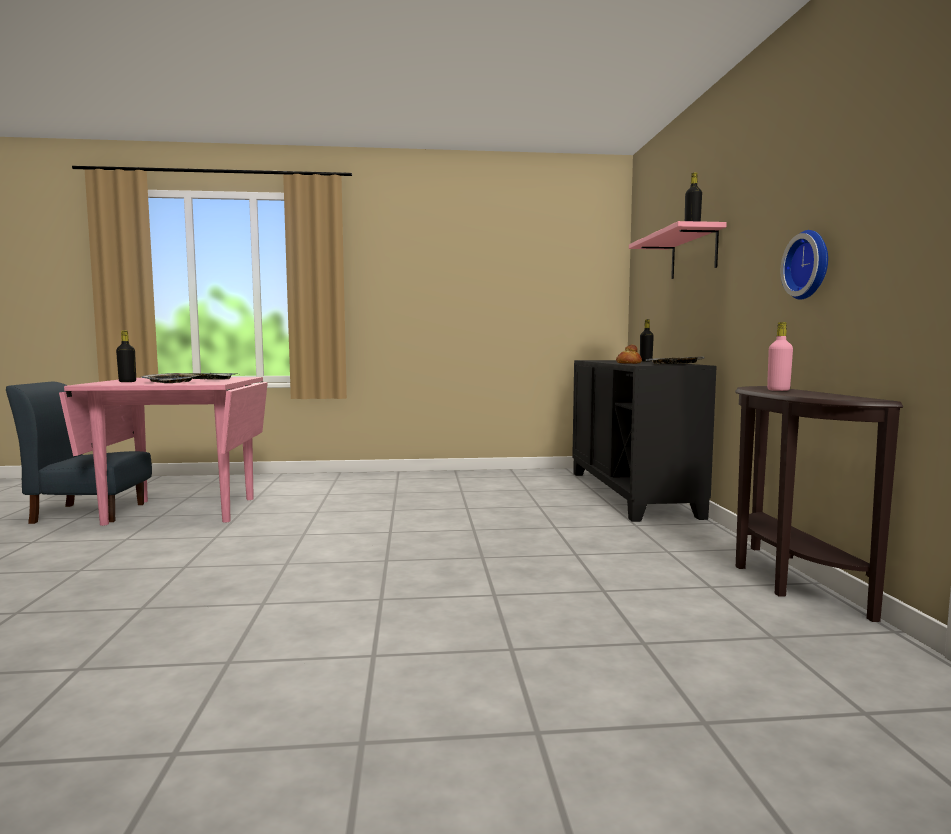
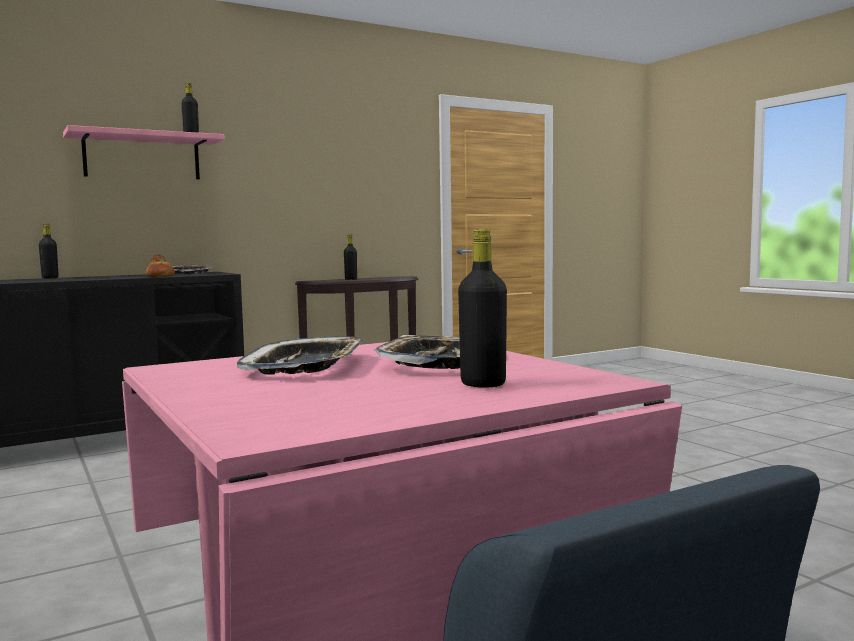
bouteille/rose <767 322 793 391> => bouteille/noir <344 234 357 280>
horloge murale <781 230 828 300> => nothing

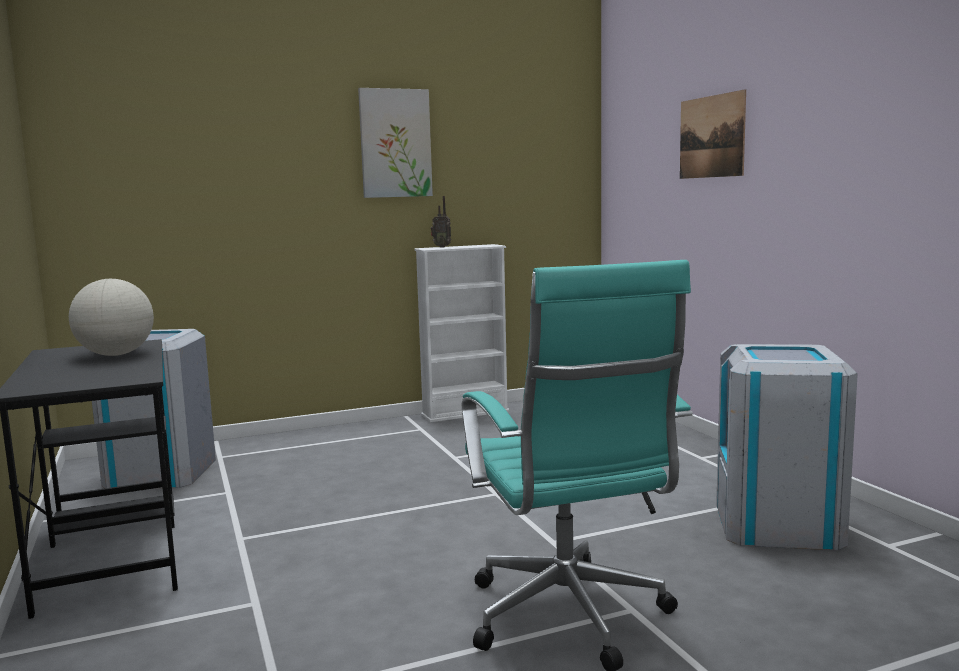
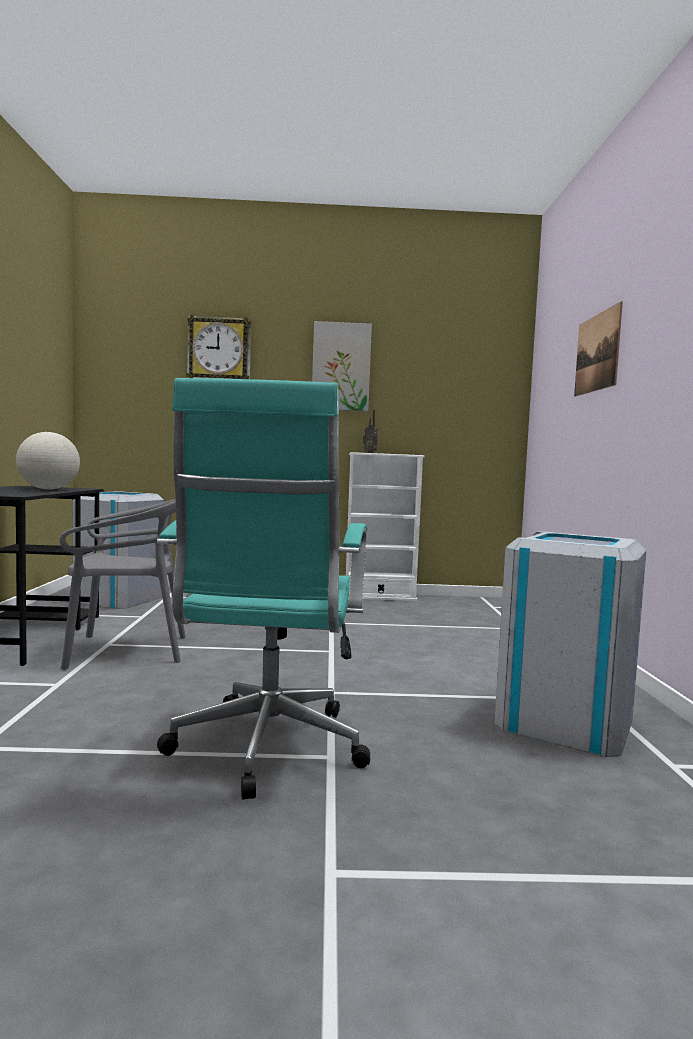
nothing => chaise/gris <60 499 186 670>
nothing => horloge murale <186 315 251 379>

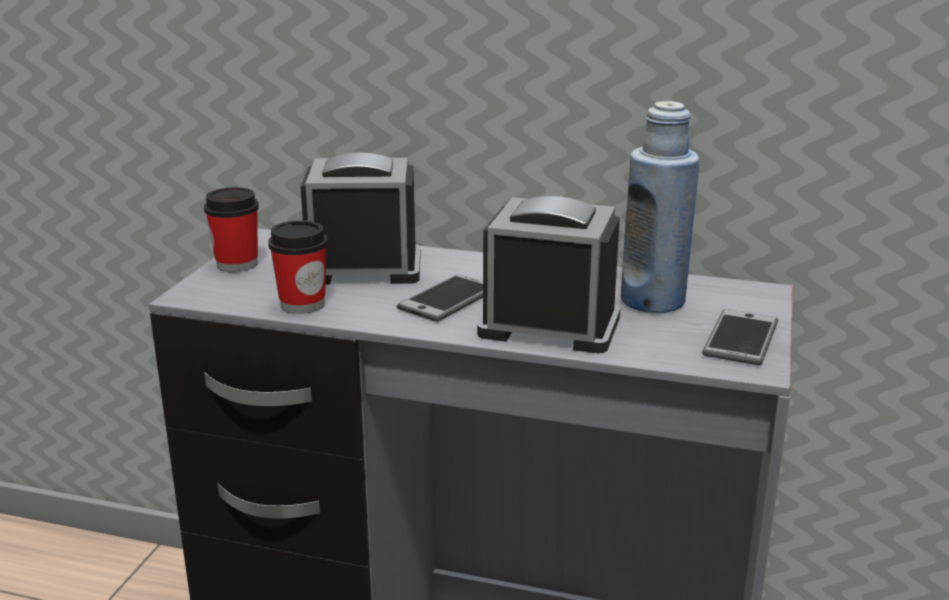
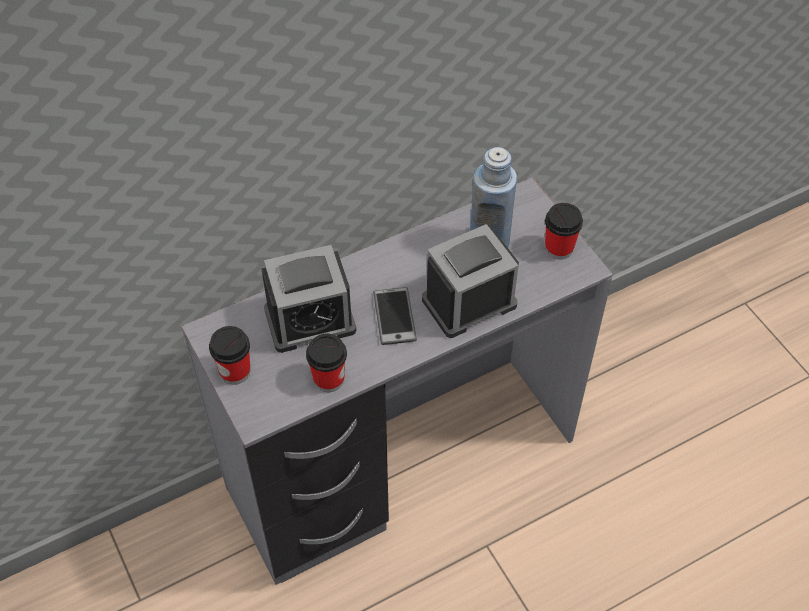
réveil <300 152 421 285> => réveil <261 245 356 353>, 150 degrees counterclockwise
téléphone <702 309 778 365> => tasse <545 203 583 260>

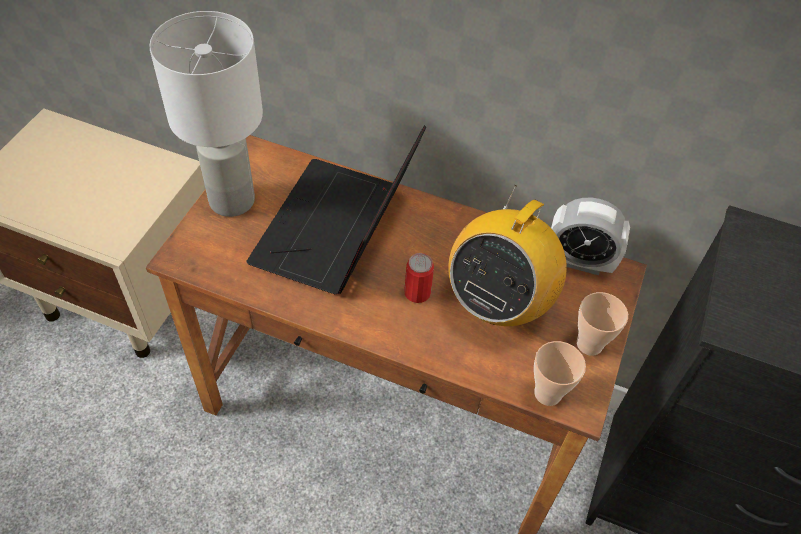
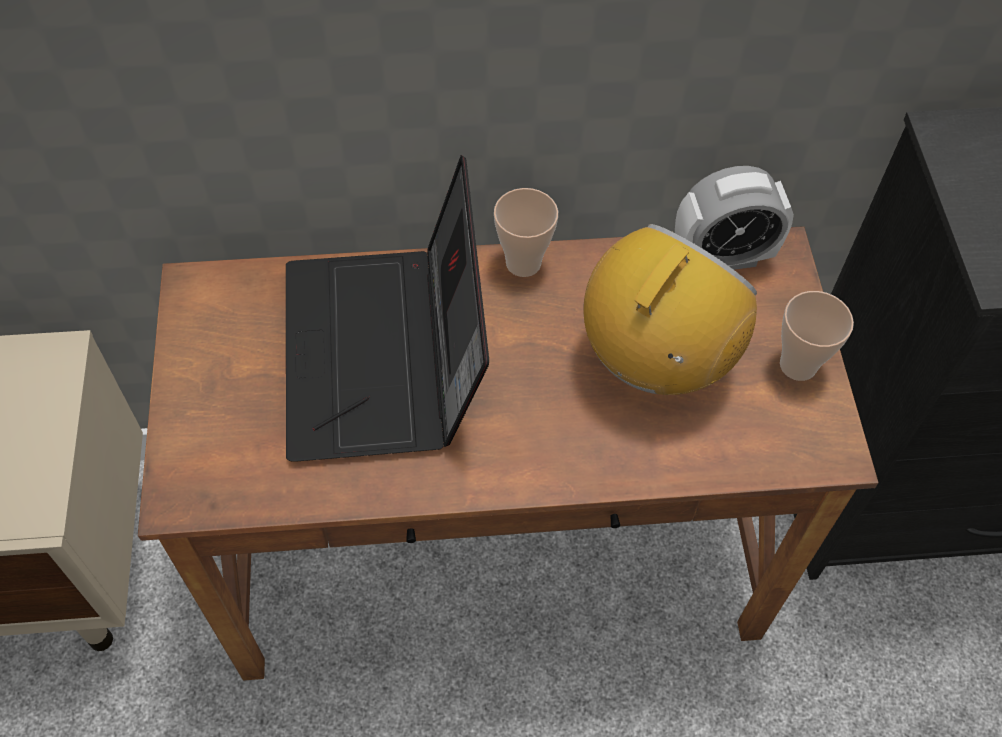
lampe de table/blanc <149 11 263 217> => nothing
boîte métallique <404 253 434 303> => nothing
radio <448 185 567 326> => radio <583 224 757 395>, 150 degrees counterclockwise
tasse <534 341 586 406> => tasse <494 188 558 277>, relocated

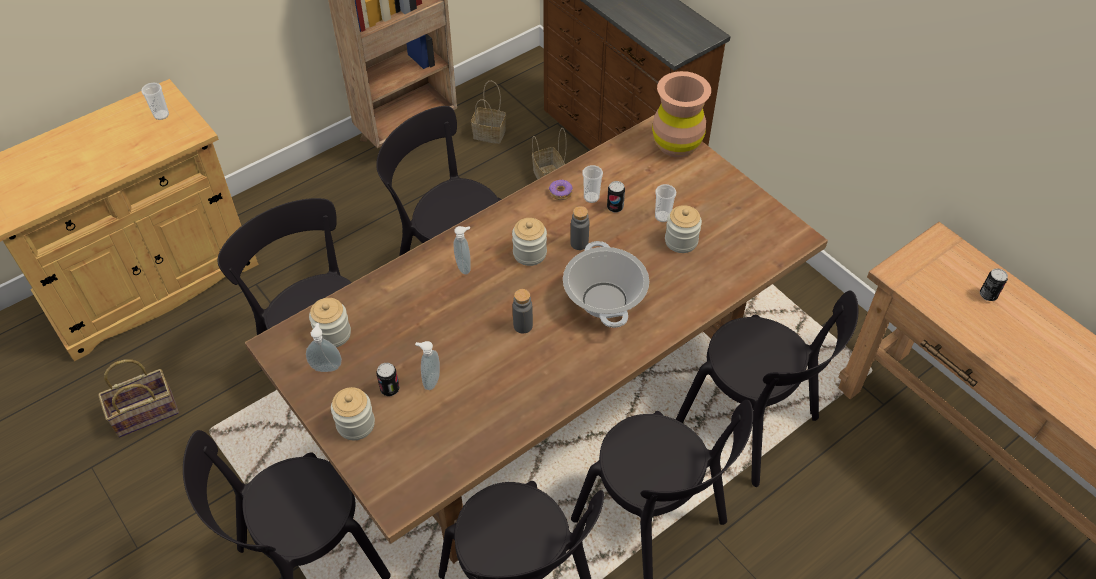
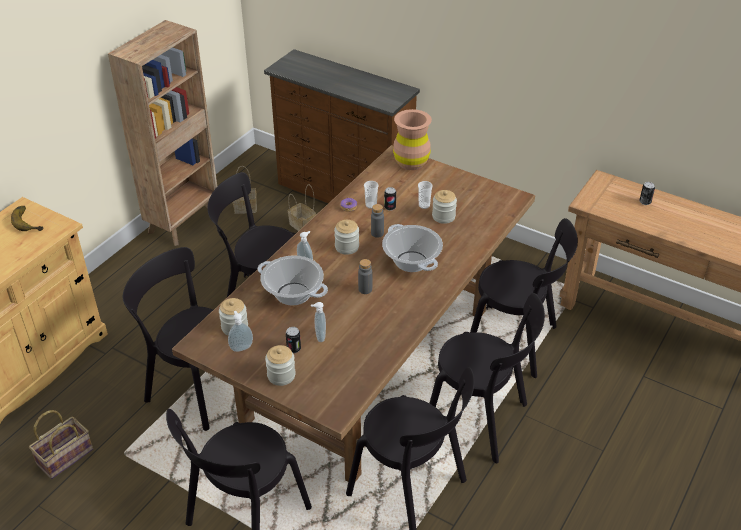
tasse <141 83 169 120> => banane <11 206 44 231>
nothing => marmite <258 255 328 305>

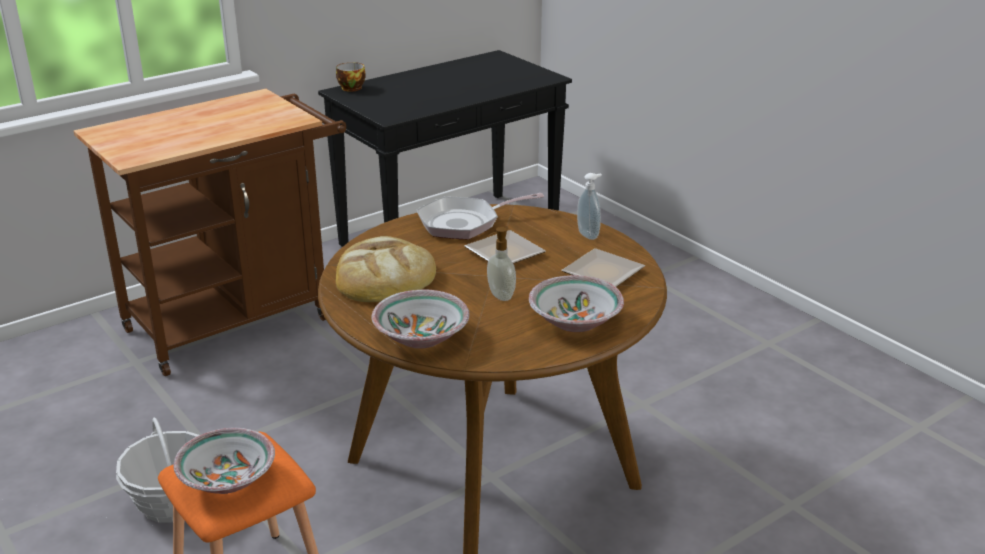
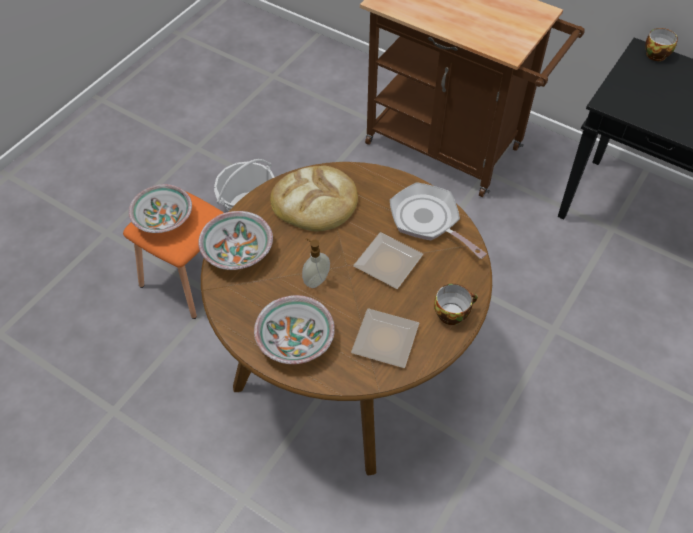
distributeur de savon <577 173 602 240> => tasse <434 284 478 325>

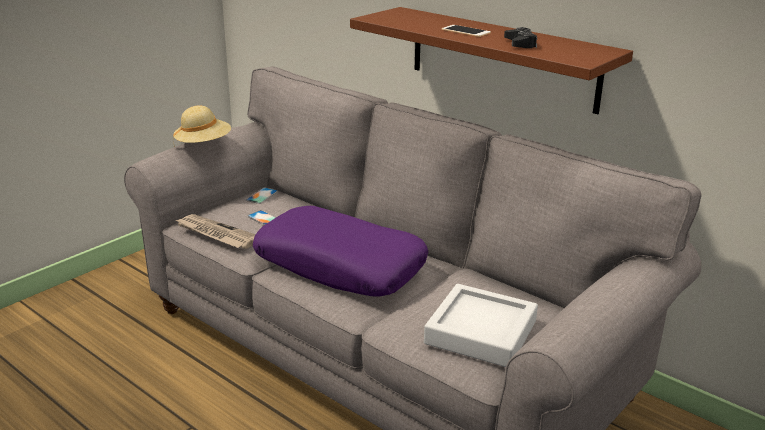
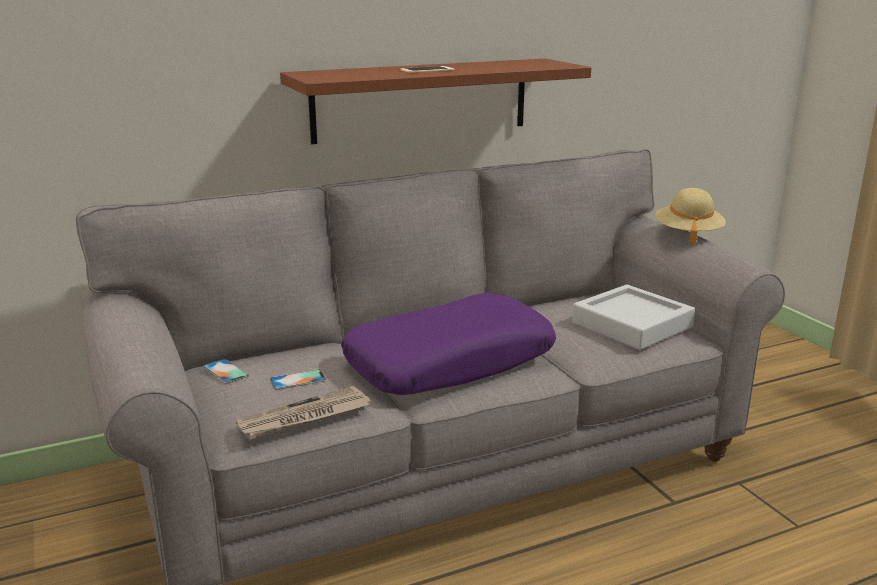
chapeau/beige <173 105 231 143> => chapeau/beige <655 188 726 246>, relocated
manette/noir <504 27 537 48> => nothing

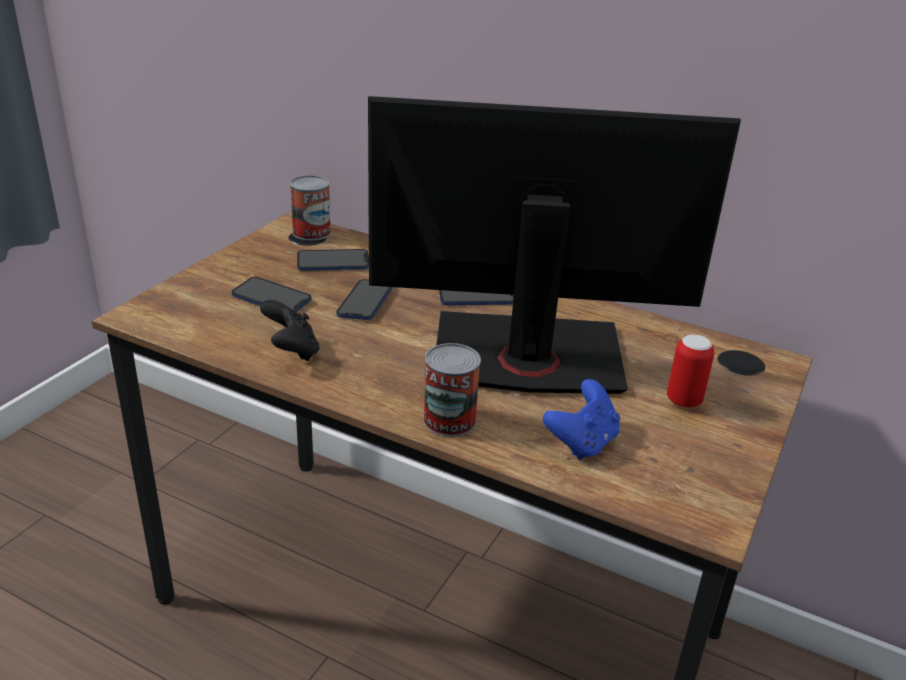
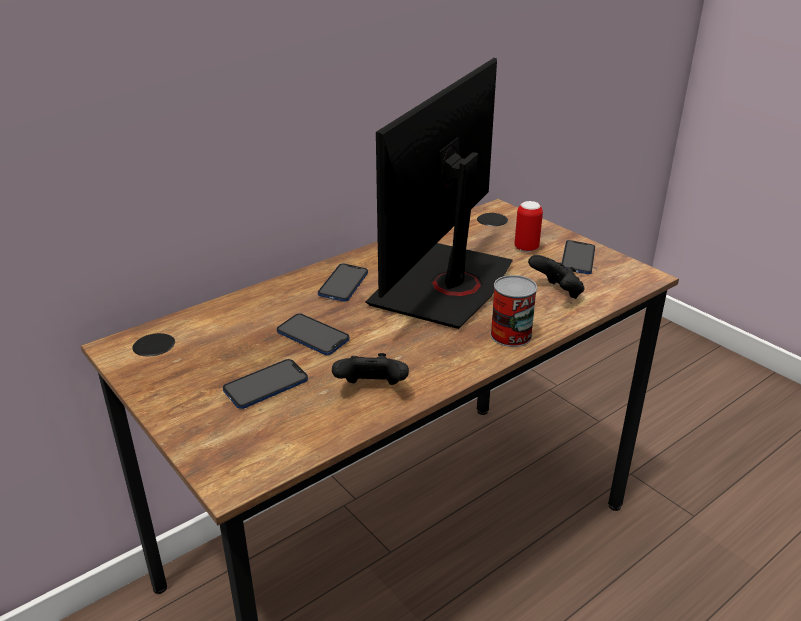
boîte métallique <290 175 331 241> => nothing
téléphone <297 249 369 271> => téléphone <562 240 595 274>, relocated
manette/bleu <543 379 620 460> => manette/noir <528 255 585 299>

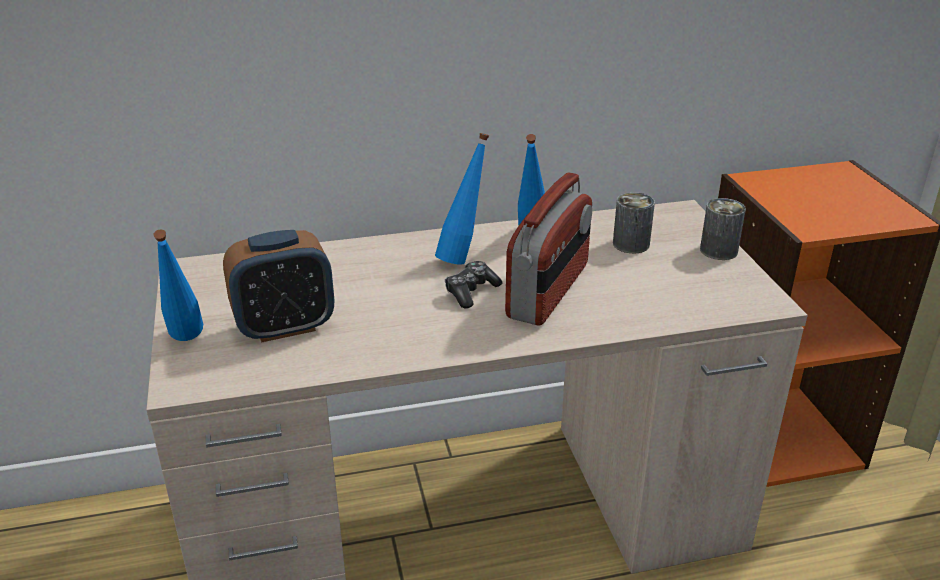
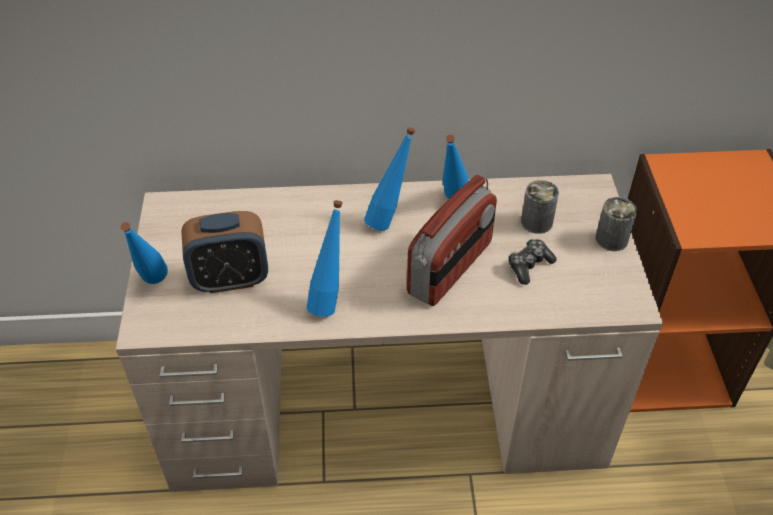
manette <445 261 502 309> => manette <508 239 557 285>, relocated
nothing => bouteille/bleu <307 200 343 317>

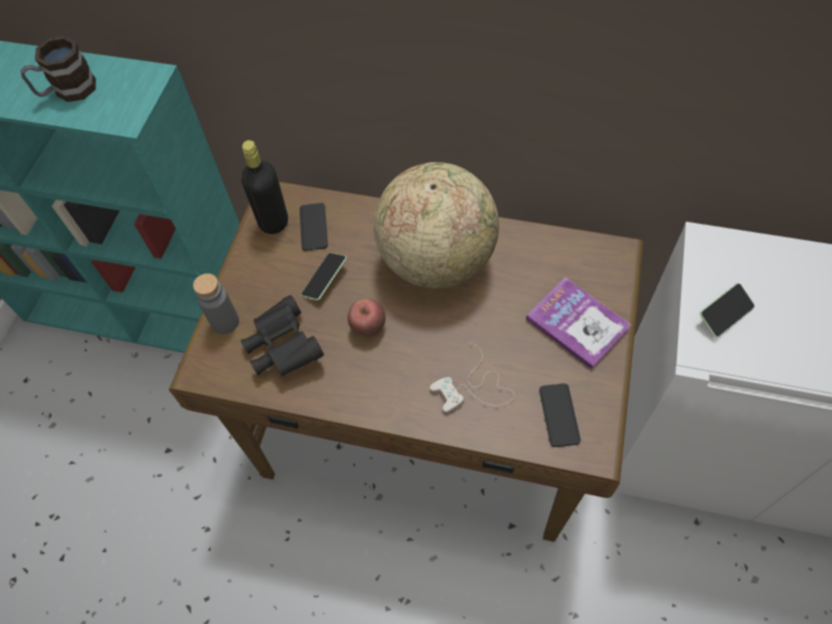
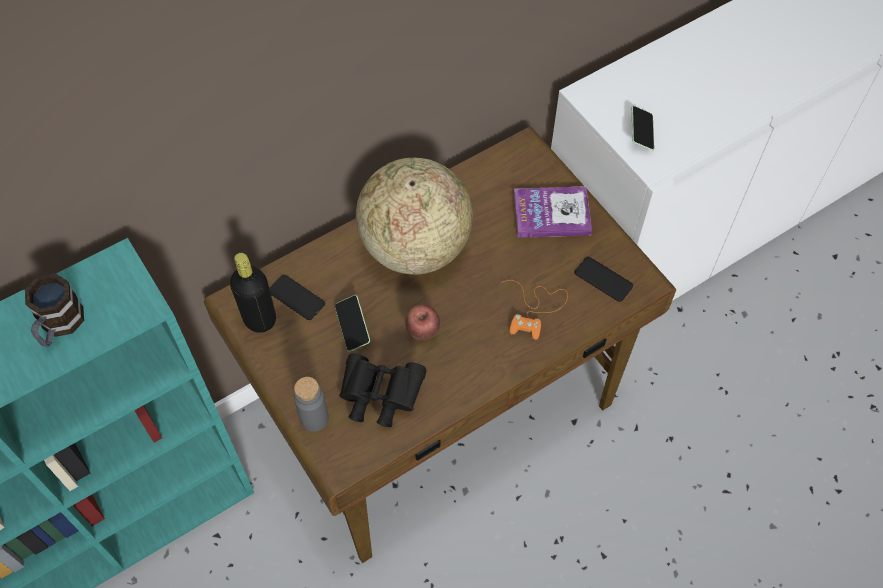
manette/blanc <430 342 514 413> => manette/orange <501 280 568 340>

